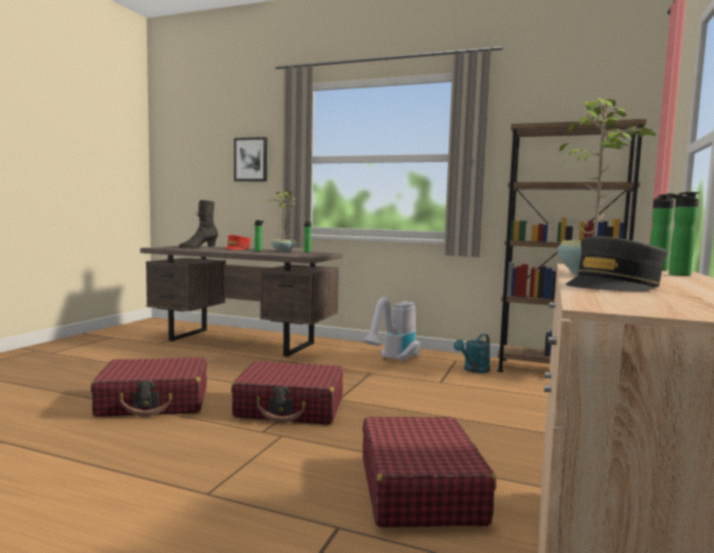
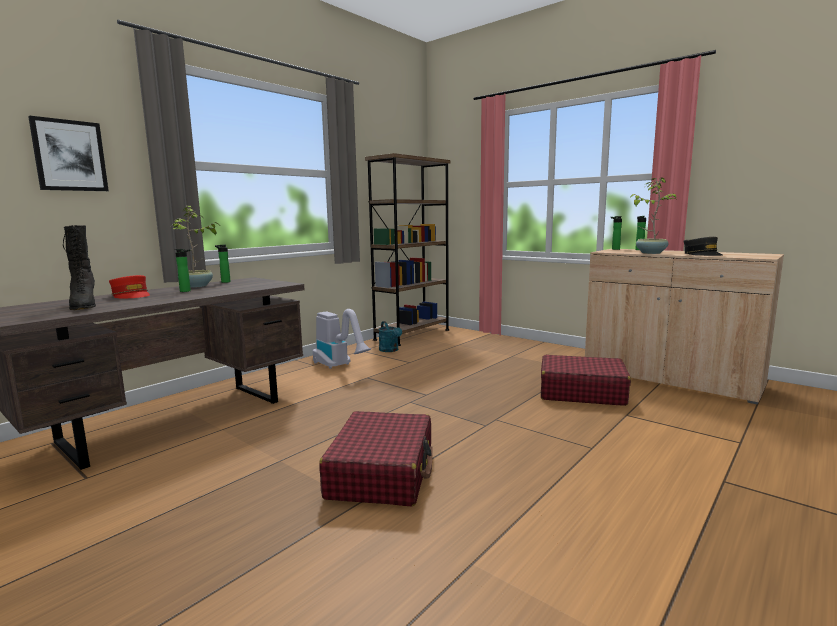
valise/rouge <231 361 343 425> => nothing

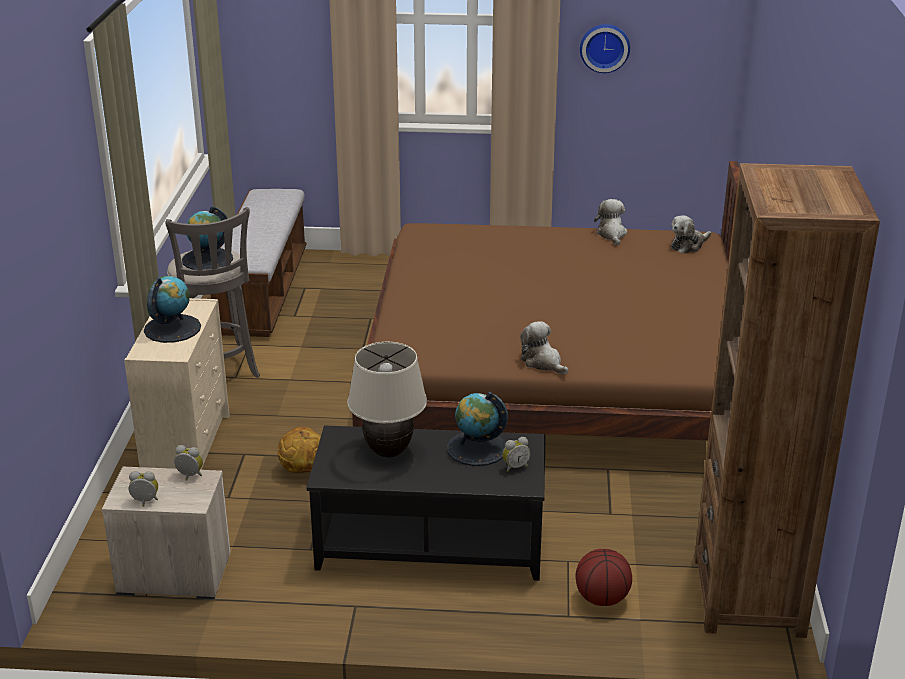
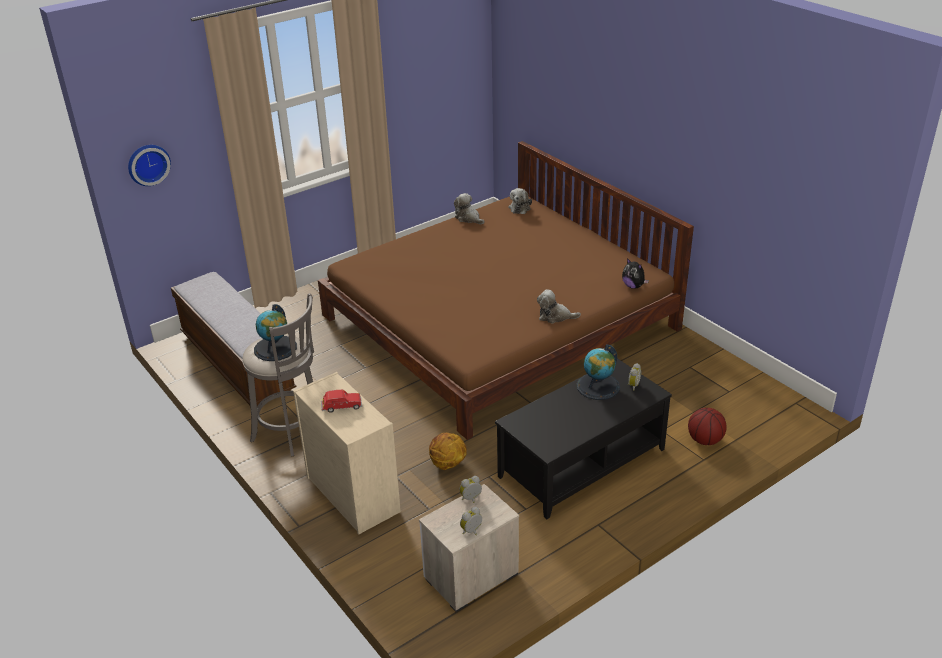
globe <144 276 201 343> => petite voiture/rouge <321 389 362 413>
lampe de table/beige <347 342 427 458> => nothing
horloge murale <580 24 630 73> => horloge murale <128 145 171 186>, relocated
bibliothèque/marron <695 163 880 638> => nothing
nothing => peluche <622 258 649 289>

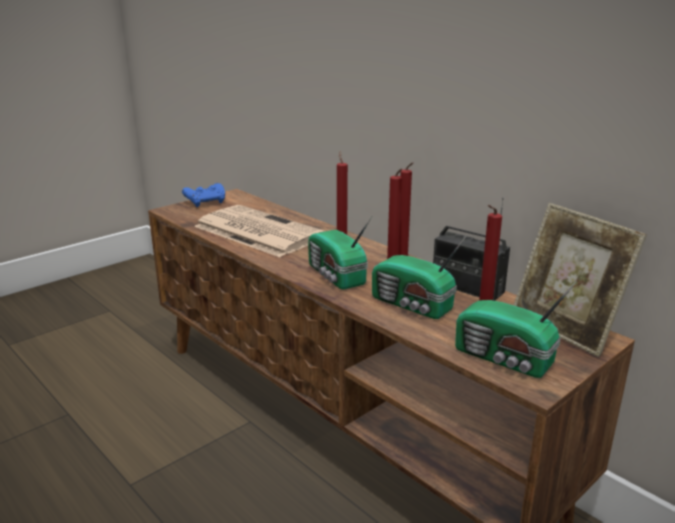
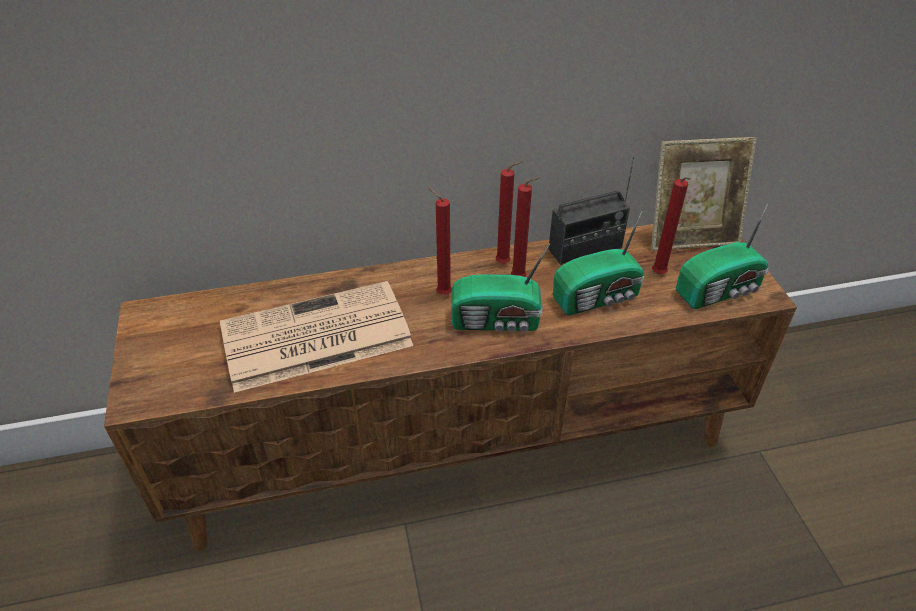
manette/bleu <182 183 225 207> => nothing

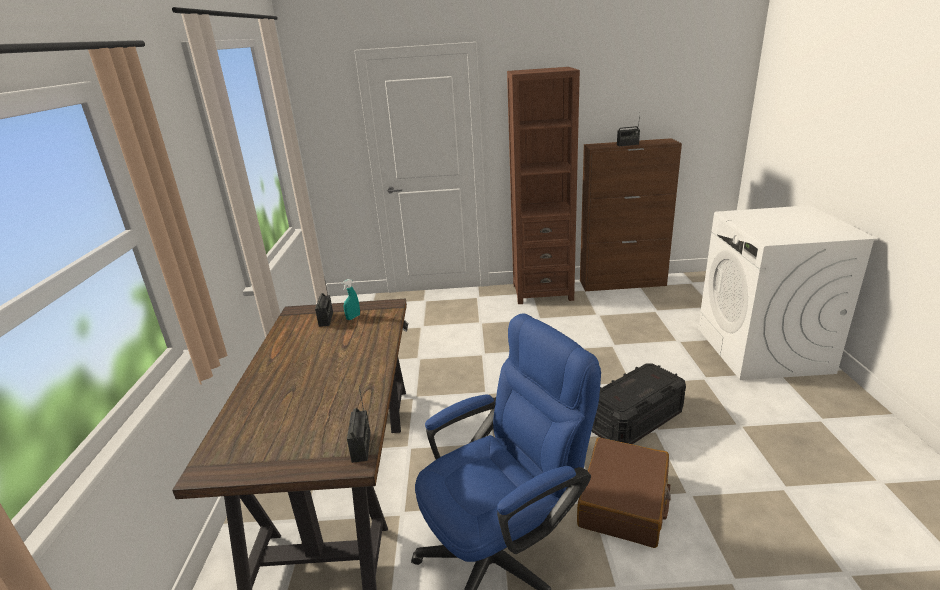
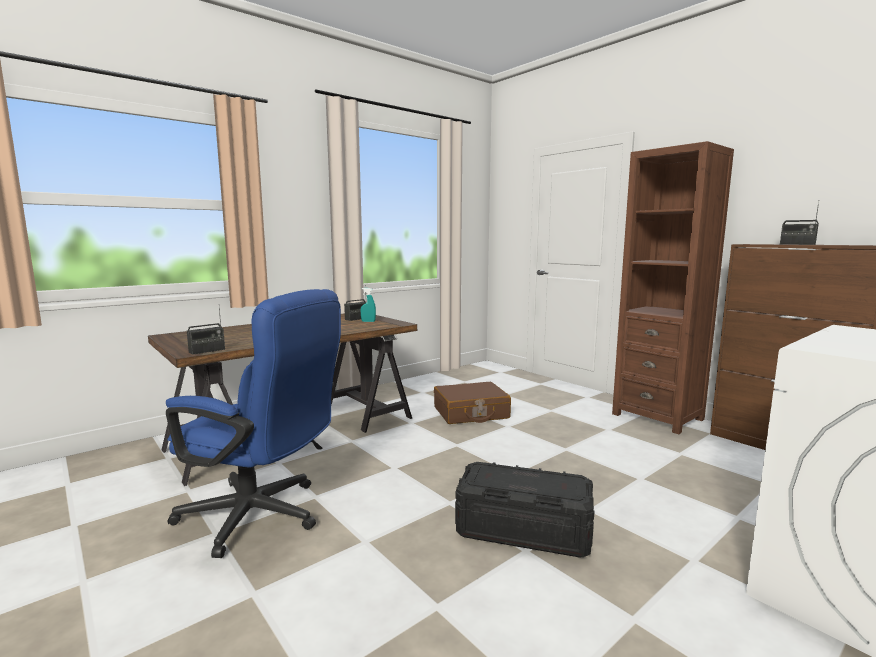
valise/marron <577 437 671 548> => valise/marron <434 382 511 424>, relocated

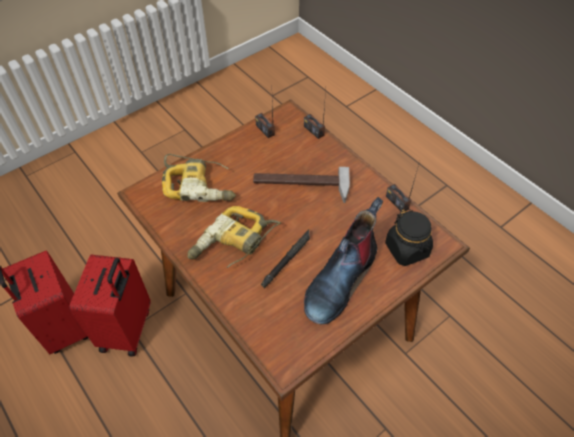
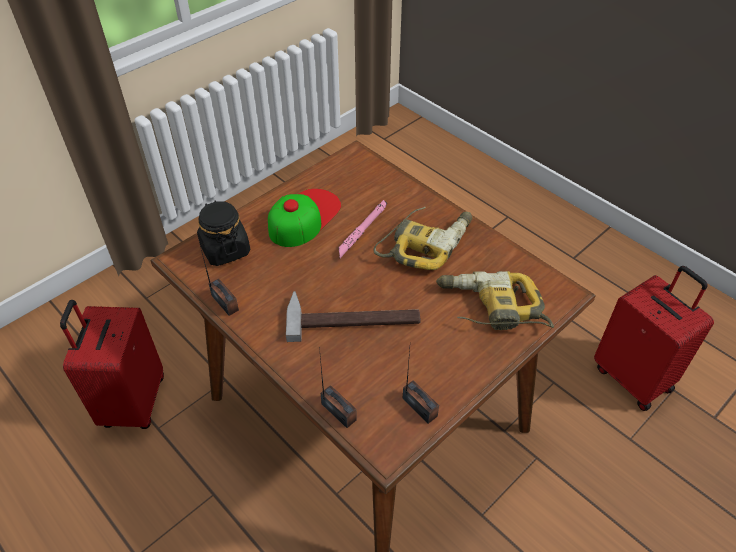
valise/rouge <70 255 150 357> => valise/rouge <60 300 164 429>, relocated
lampe de poche/noir <261 229 310 288> => lampe de poche/rose <338 200 387 258>
botte <304 197 383 325> => casquette <268 189 341 247>

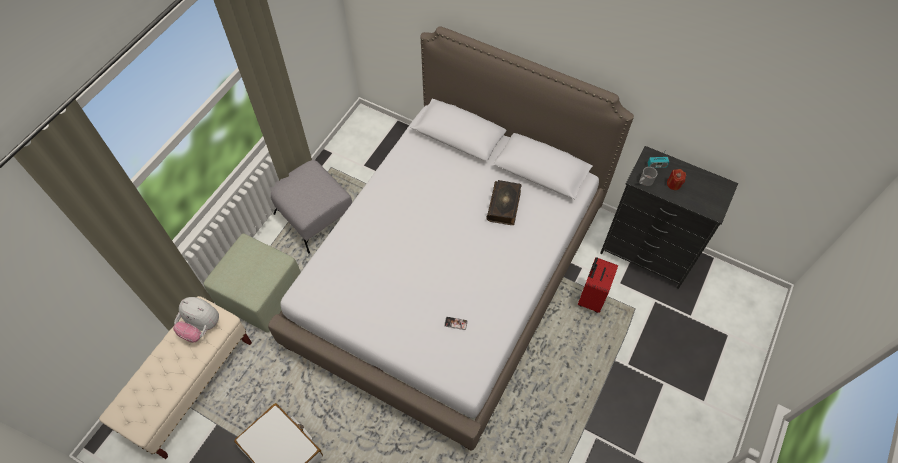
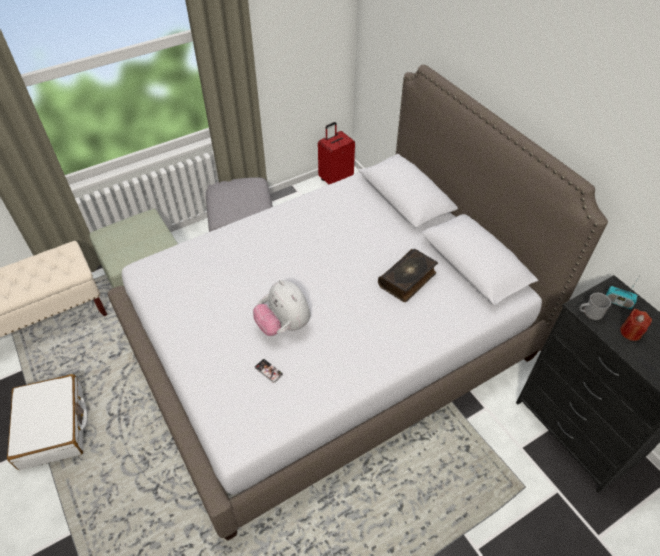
peluche <173 297 219 343> => peluche <253 280 311 336>, relocated
valise/rouge <578 257 618 313> => valise/rouge <318 122 355 184>, relocated

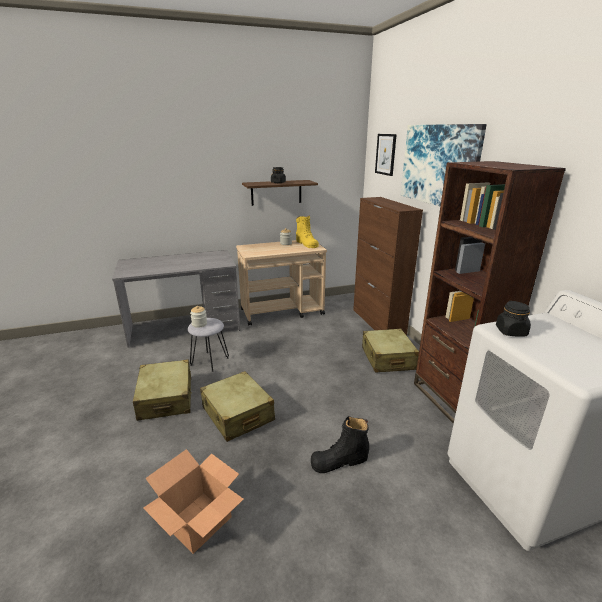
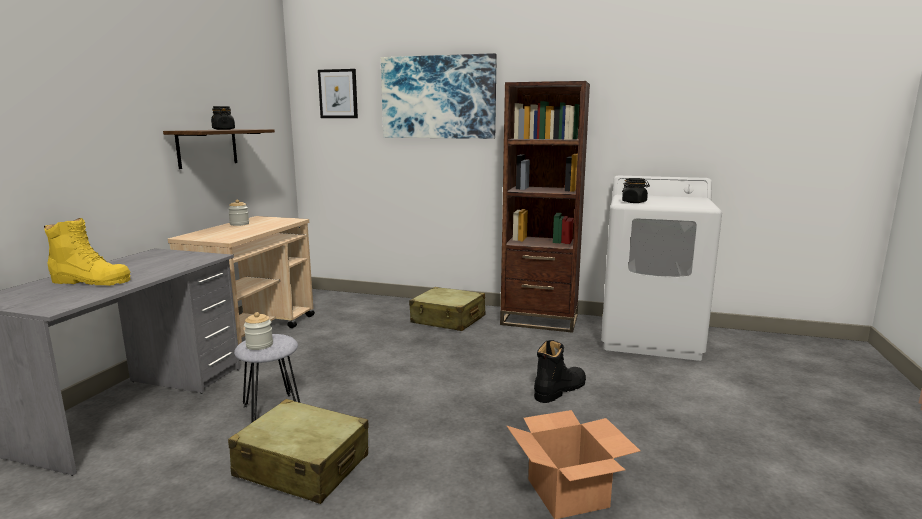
valise/beige <200 371 275 442> => nothing
botte/jaune <296 216 319 248> => botte/jaune <44 218 130 286>, relocated
botte/noir <311 416 369 473> => botte/noir <534 340 586 403>, 150 degrees counterclockwise
meuble de rangement/marron <353 197 423 335> => nothing

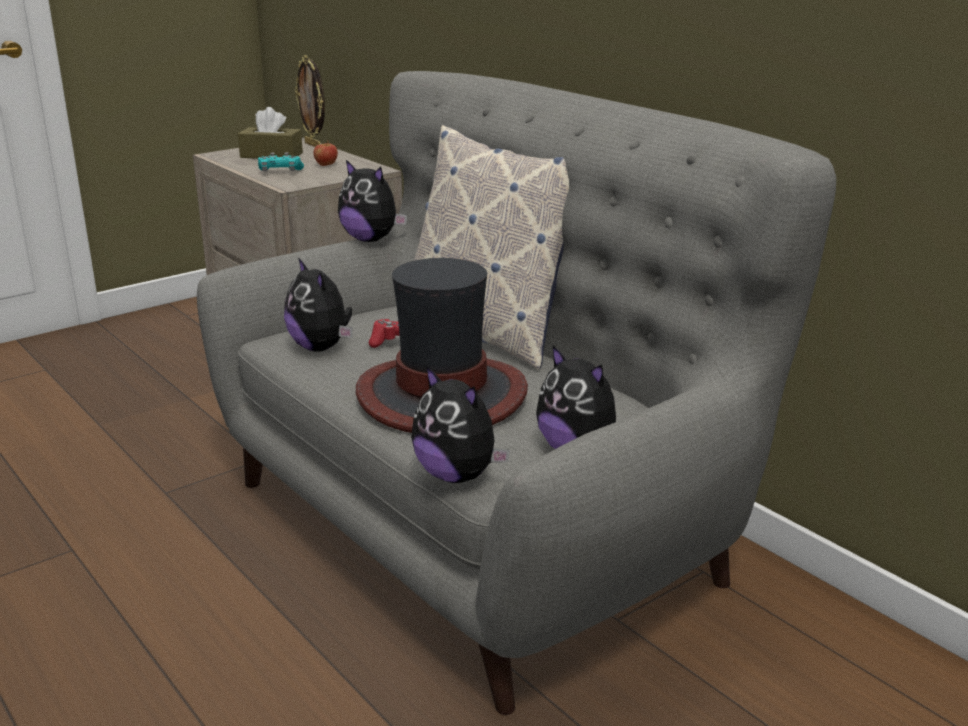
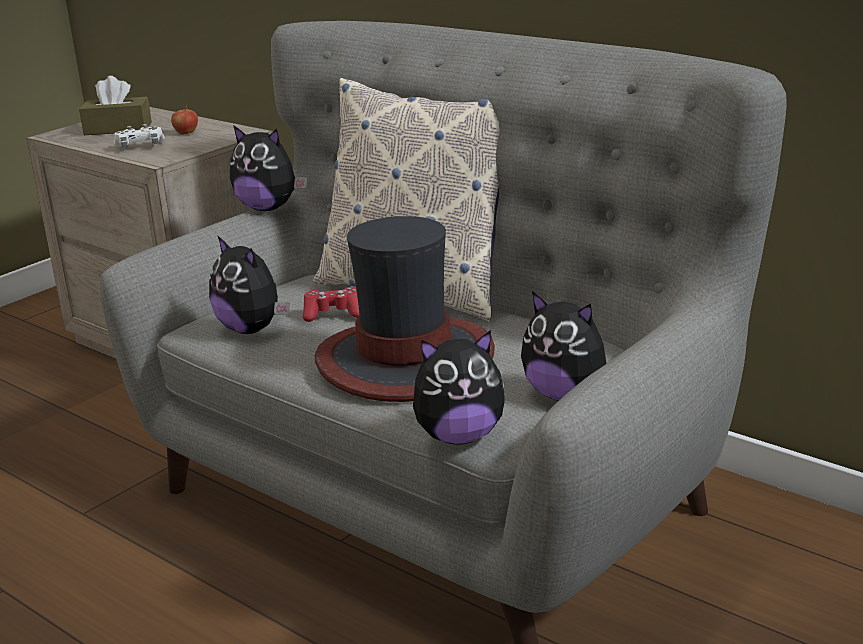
manette/turquoise <258 152 304 171> => manette/blanc <114 124 164 148>
cadre photo <295 55 325 147> => nothing
peluche <411 366 510 483> => peluche <413 330 505 445>, 45 degrees counterclockwise

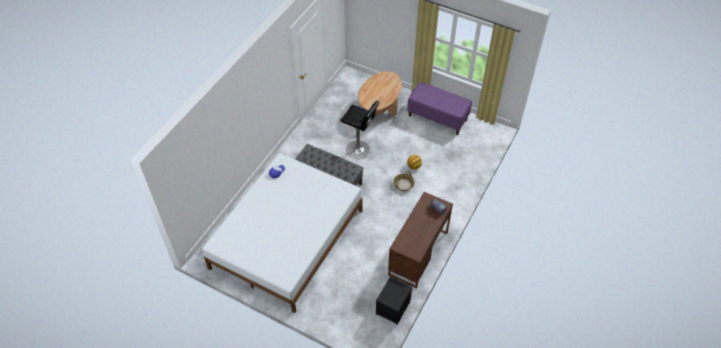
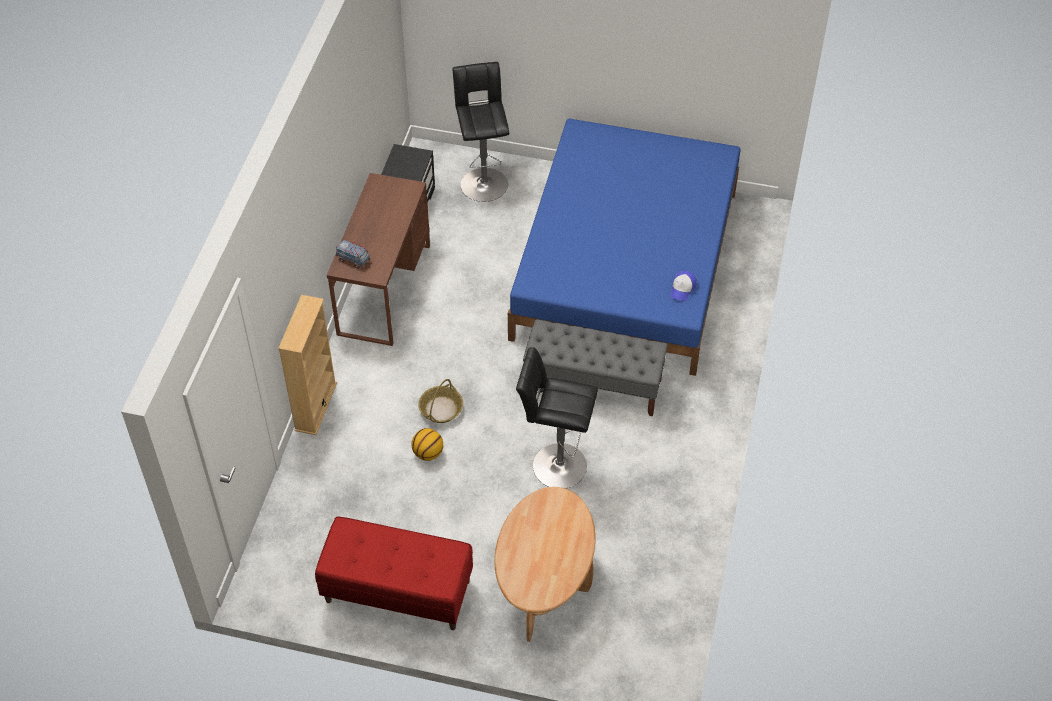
lit/blanc <202 153 363 313> => lit/bleu <508 119 740 376>
banc/violet <407 82 472 135> => banc/rouge <315 516 473 630>
nothing => bibliothèque/beige <278 295 337 435>
nothing => tabouret/noir <453 62 509 202>

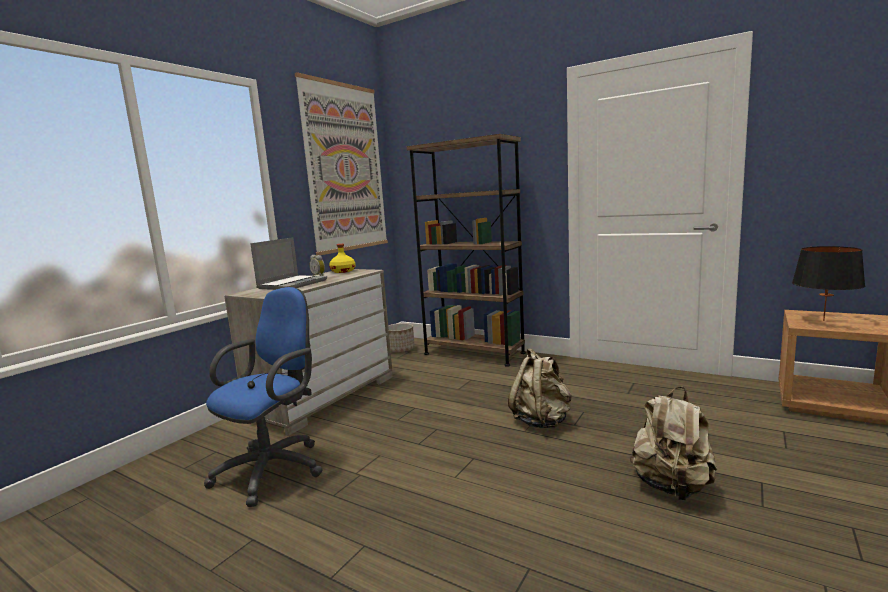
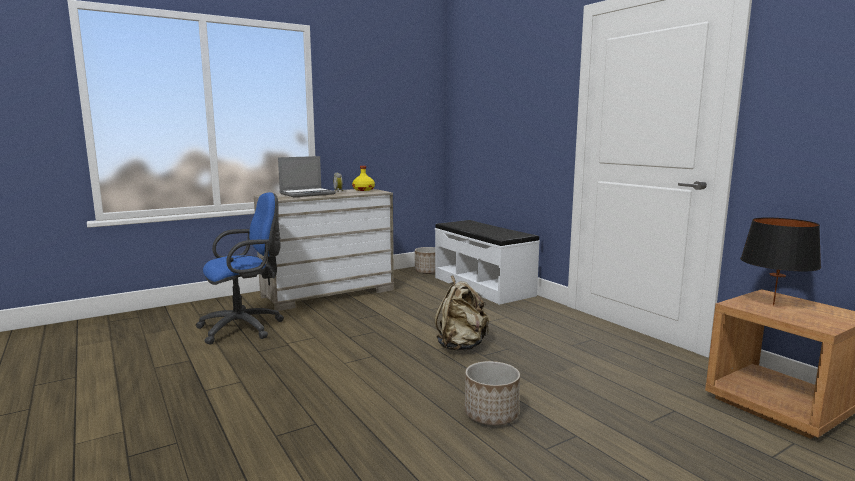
tableau <295 72 388 256> => nothing
bibliothèque/marron <407 134 526 367> => banc/blanc <435 220 540 305>
sac à dos/beige <630 387 717 500> => cache-pot <465 361 520 425>

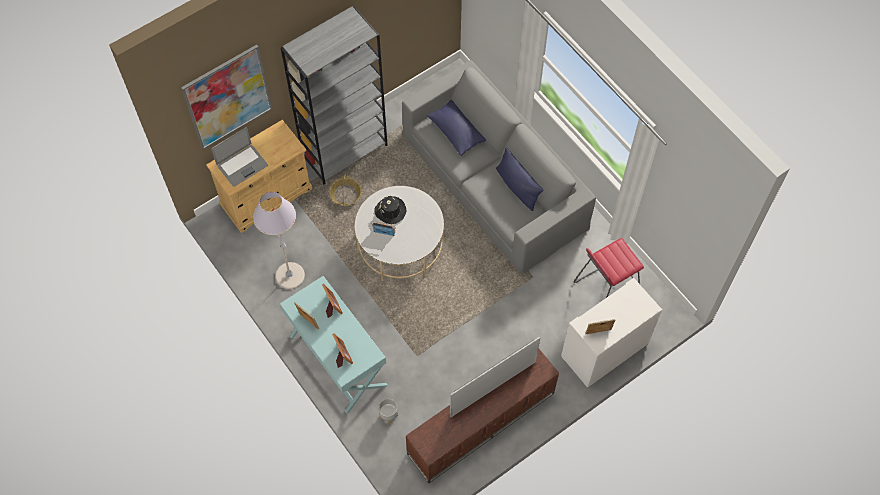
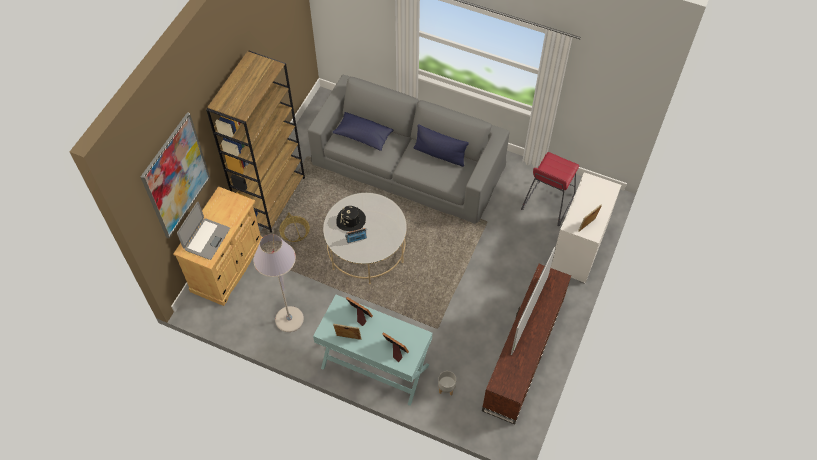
bibliothèque/gris <281 6 388 184> => bibliothèque/marron <206 51 305 233>

